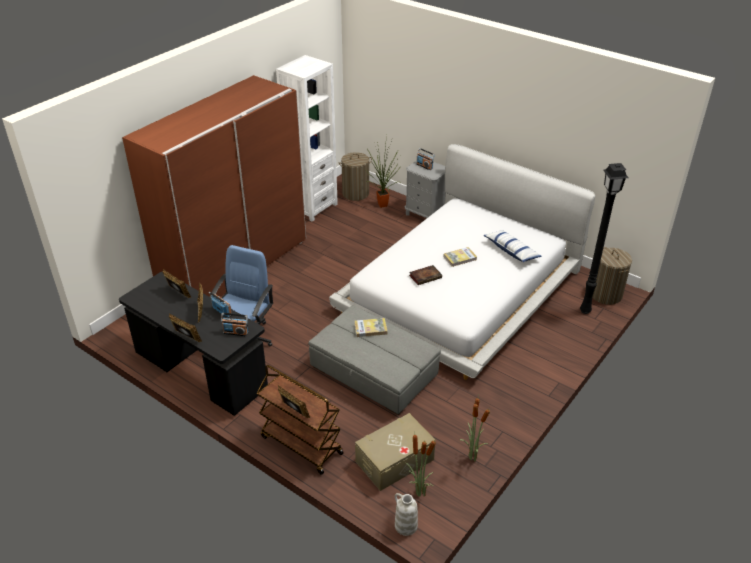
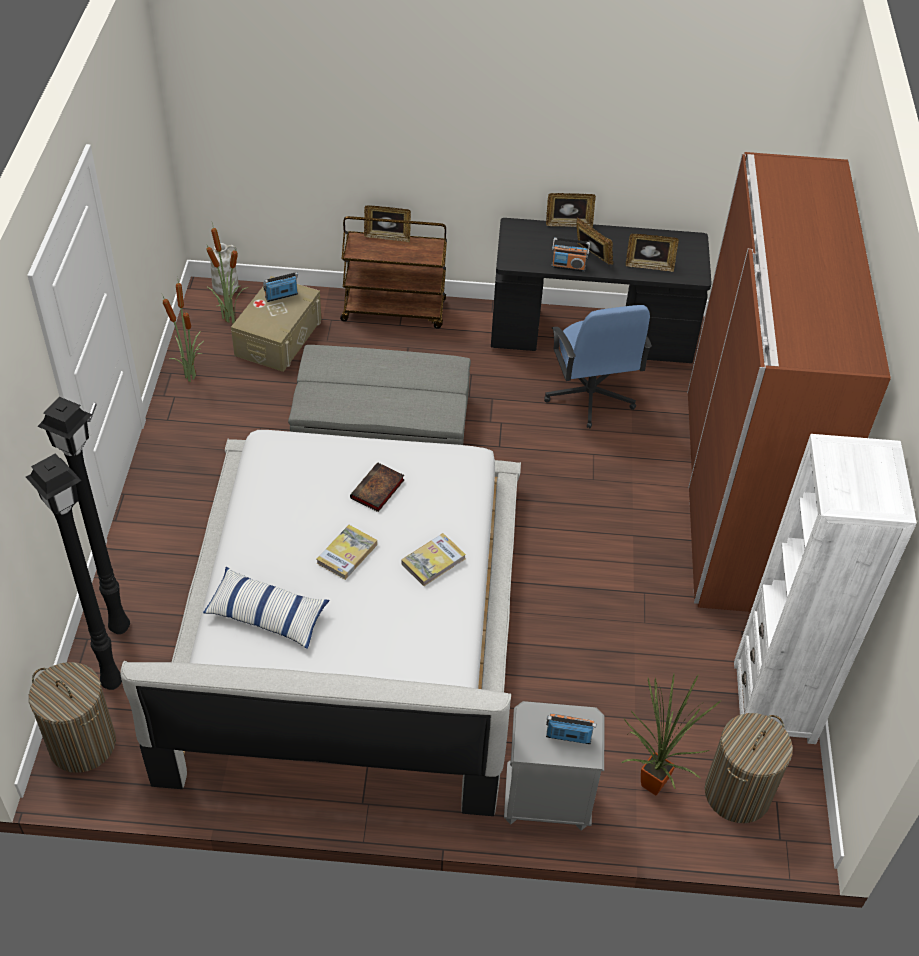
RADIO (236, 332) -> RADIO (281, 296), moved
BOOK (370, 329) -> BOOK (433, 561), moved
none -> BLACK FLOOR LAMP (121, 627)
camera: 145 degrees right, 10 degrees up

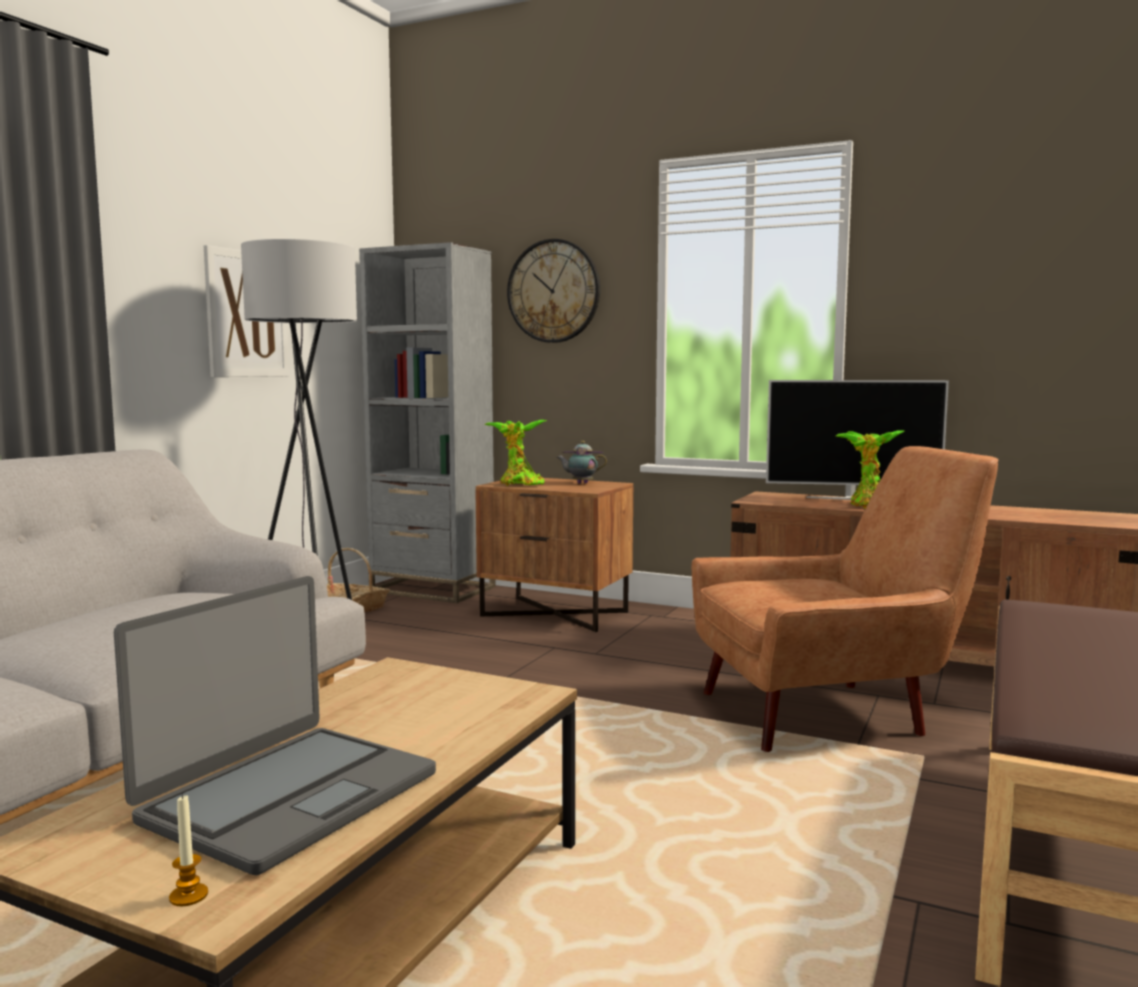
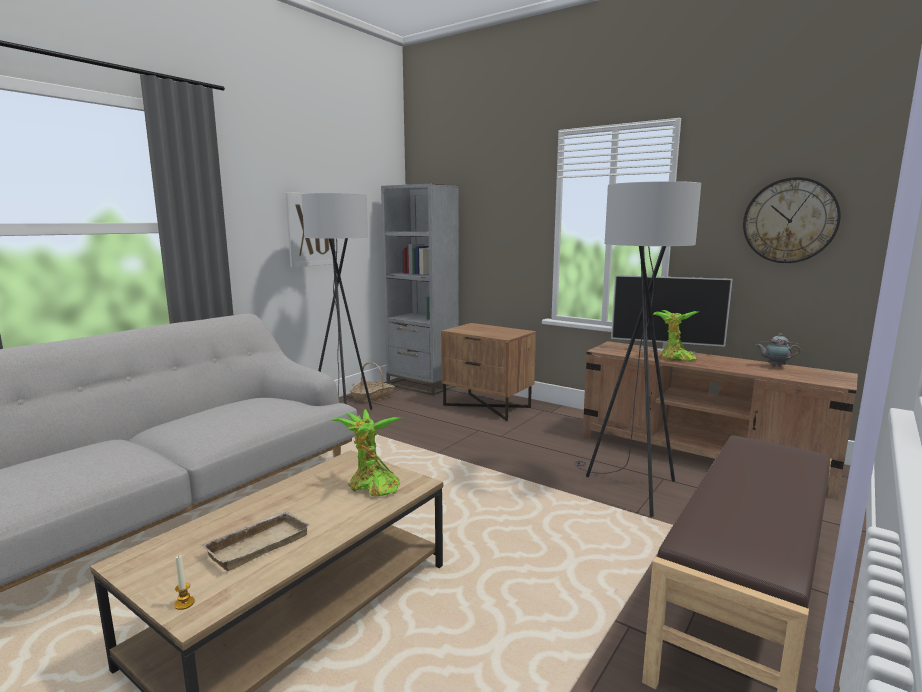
WALL CLOCK (554, 291) -> WALL CLOCK (790, 220), moved
POTTED PLANT (519, 484) -> POTTED PLANT (371, 486), moved
TEAPOT (581, 483) -> TEAPOT (774, 366), moved
BROWN ARMCHAIR (831, 712) -> GREY FLOOR LAMP (628, 489)
LAPTOP (288, 796) -> BEIGE TRAY (258, 544)
camera: 10 degrees right, 5 degrees up

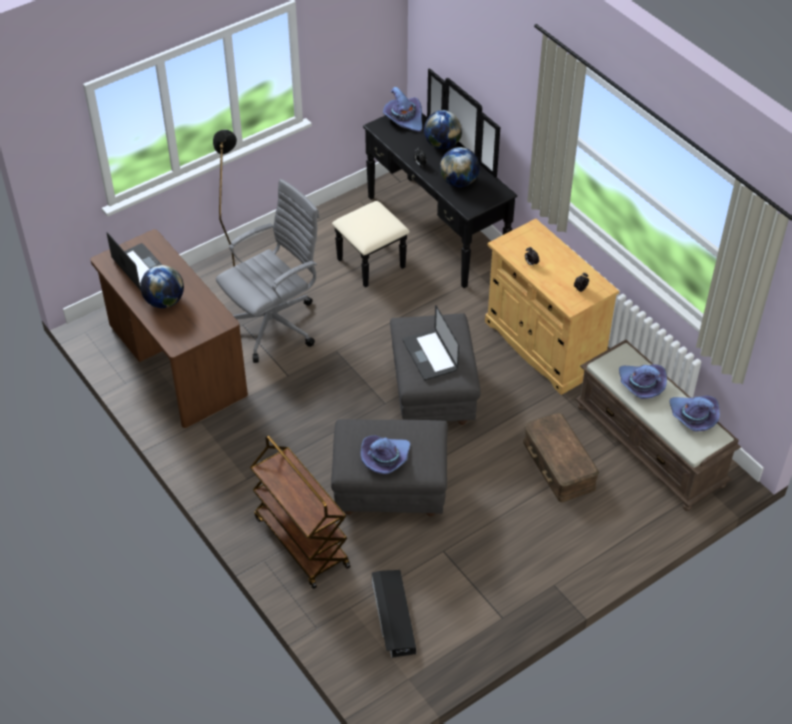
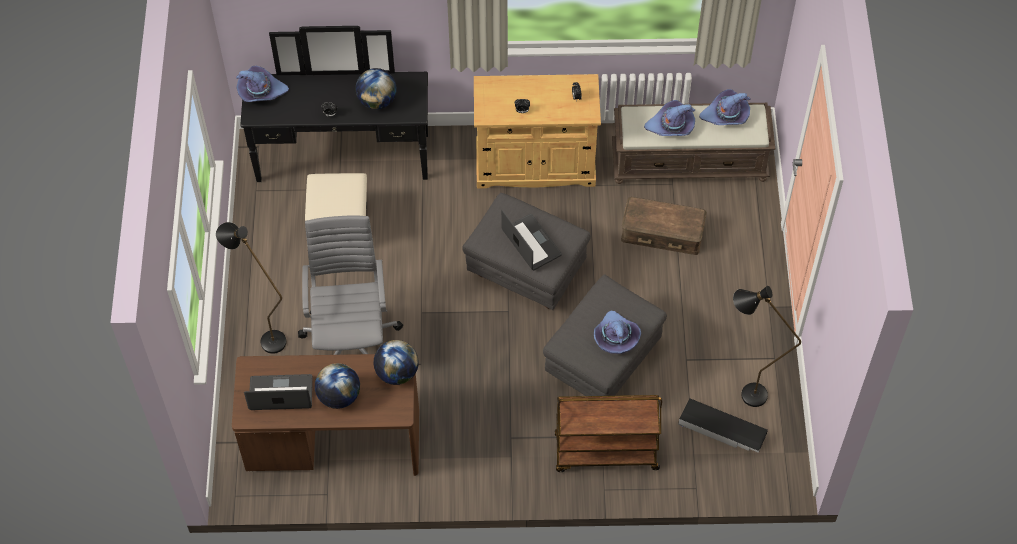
GLOBE (442, 144) -> GLOBE (397, 373), moved
LAPTOP (430, 355) -> LAPTOP (531, 243), 135 degrees counterclockwise
none -> BLACK FLOOR LAMP (744, 394)
camera: 55 degrees left, 10 degrees up

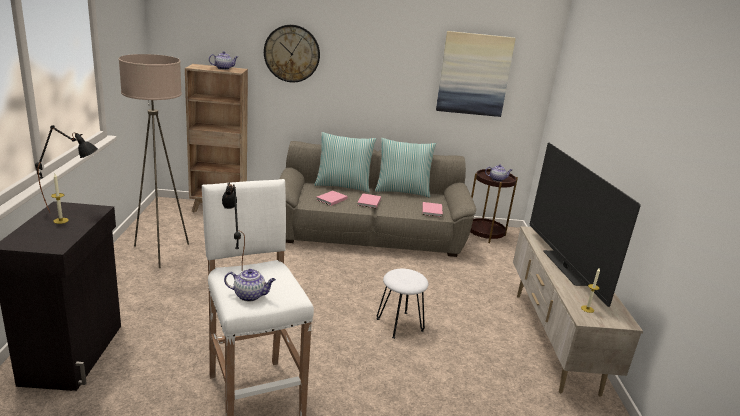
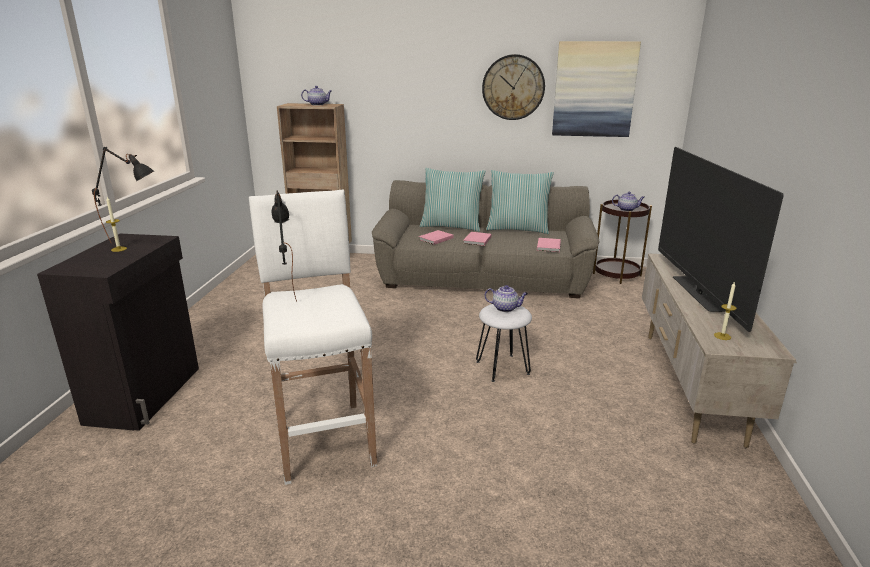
WALL CLOCK (292, 53) -> WALL CLOCK (513, 87), moved
BEIGE FLOOR LAMP (161, 252) -> none
TEAPOT (250, 295) -> TEAPOT (505, 308), moved
camera: 10 degrees right, 0 degrees up

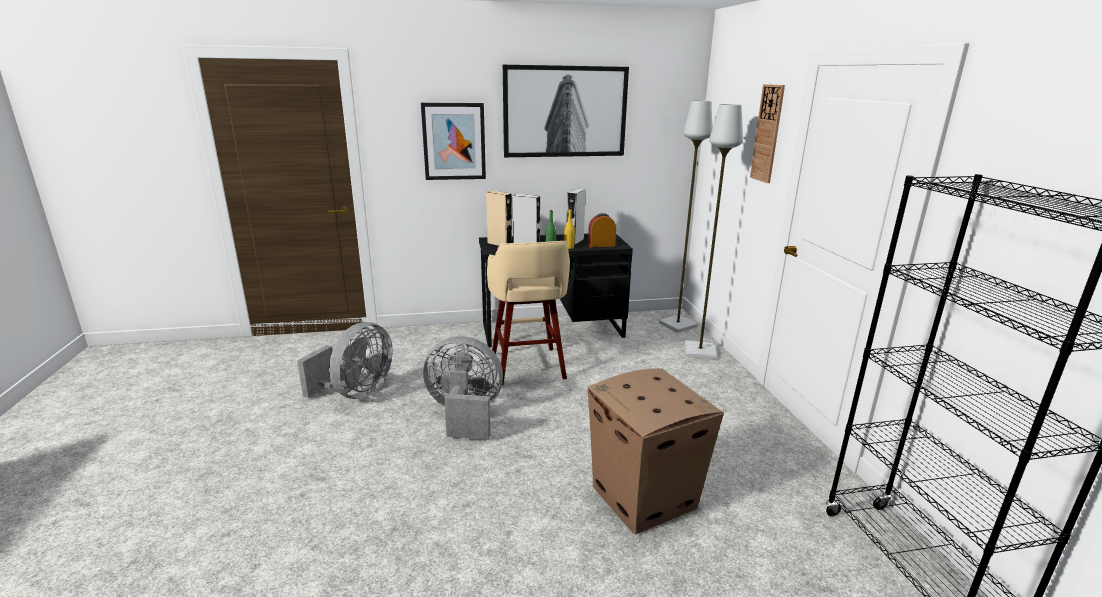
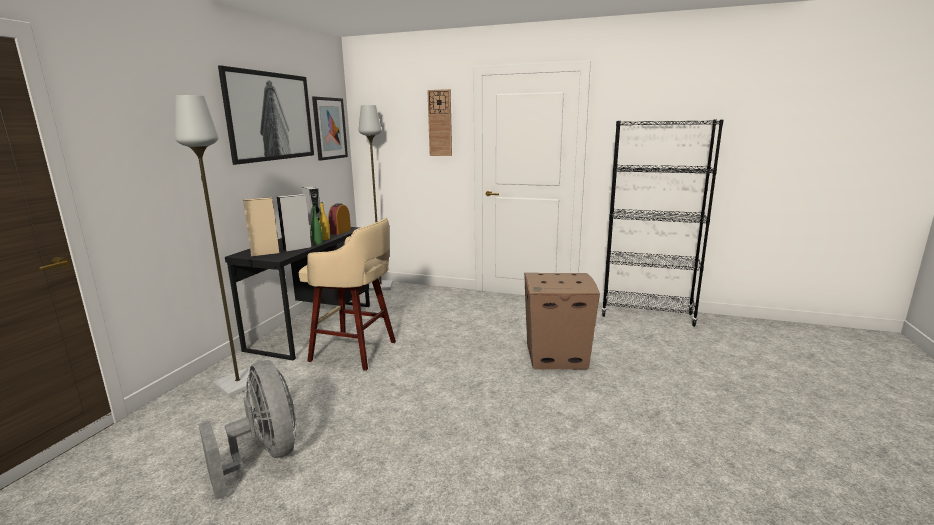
PICTURE (454, 141) -> PICTURE (329, 128), moved
GREY FLOOR LAMP (699, 351) -> GREY FLOOR LAMP (237, 384), moved
GREY FAN (464, 415) -> none
camera: 60 degrees left, 5 degrees down

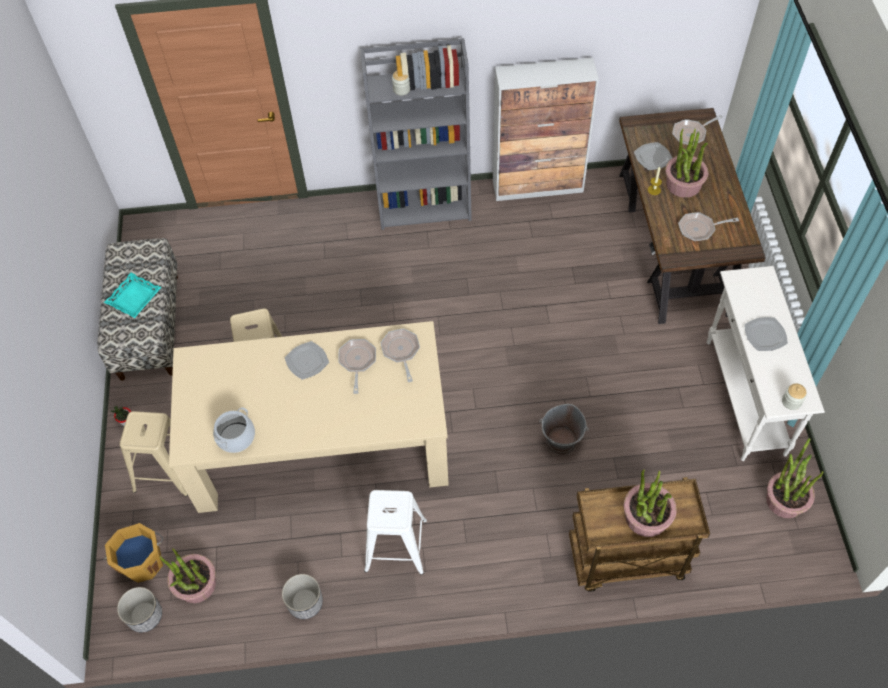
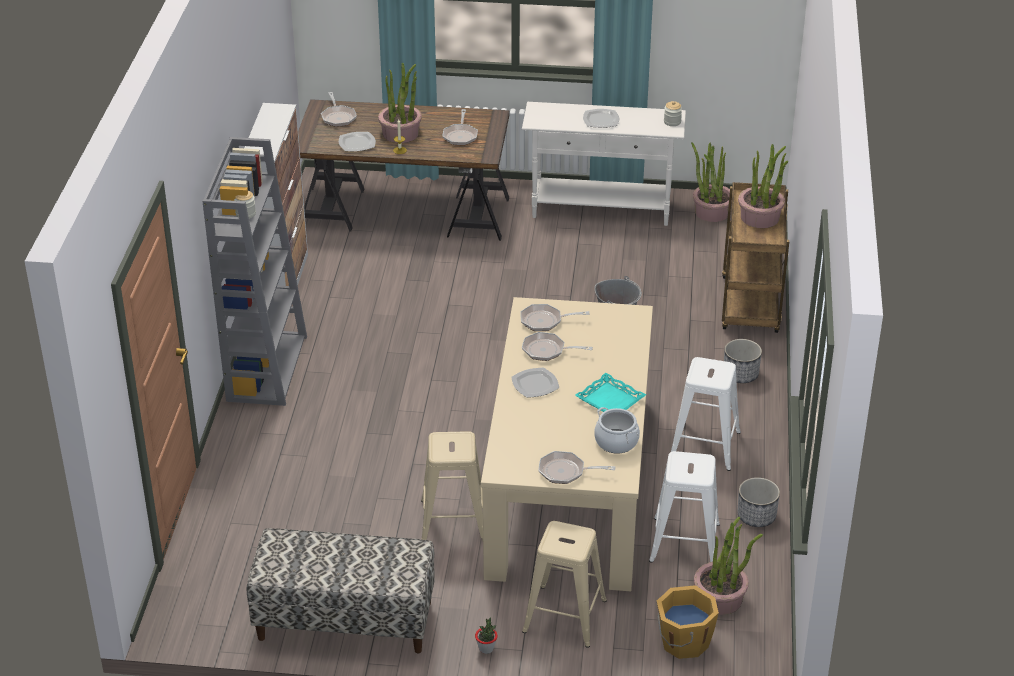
TURQUOISE TRAY (134, 297) -> TURQUOISE TRAY (609, 400), moved
PLANTER (145, 616) -> PLANTER (741, 374), moved
none -> FRYING PAN (566, 472)
none -> WHITE STOOL (685, 543)
camera: 80 degrees left, 20 degrees down

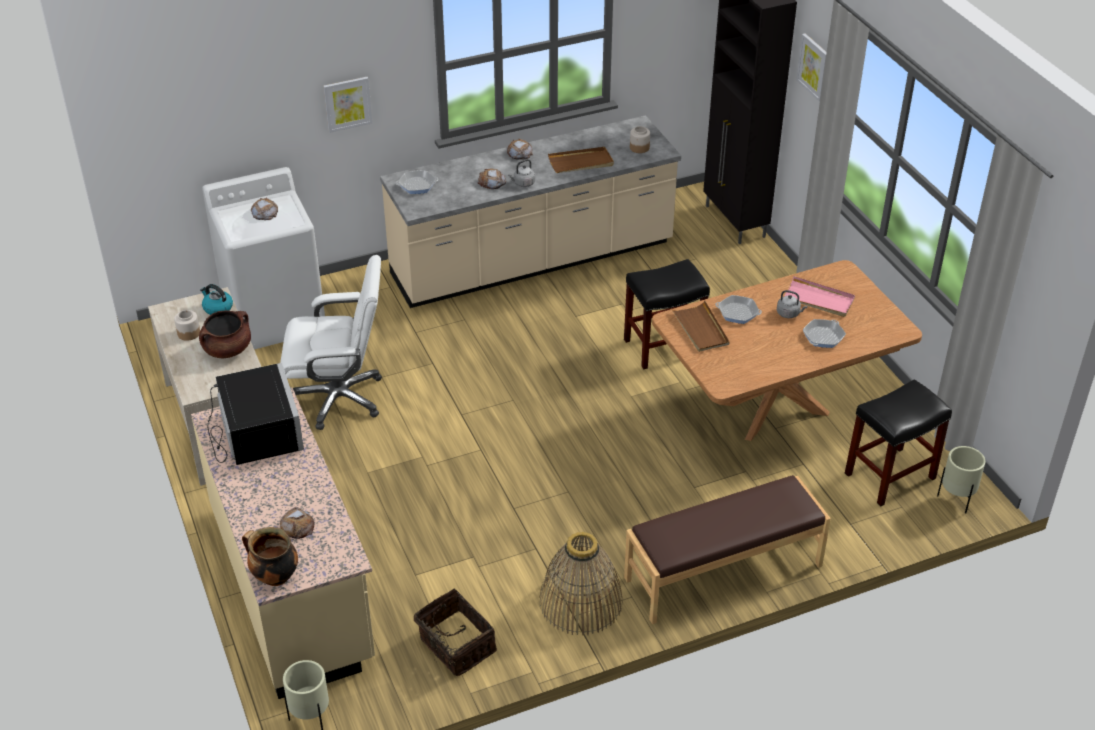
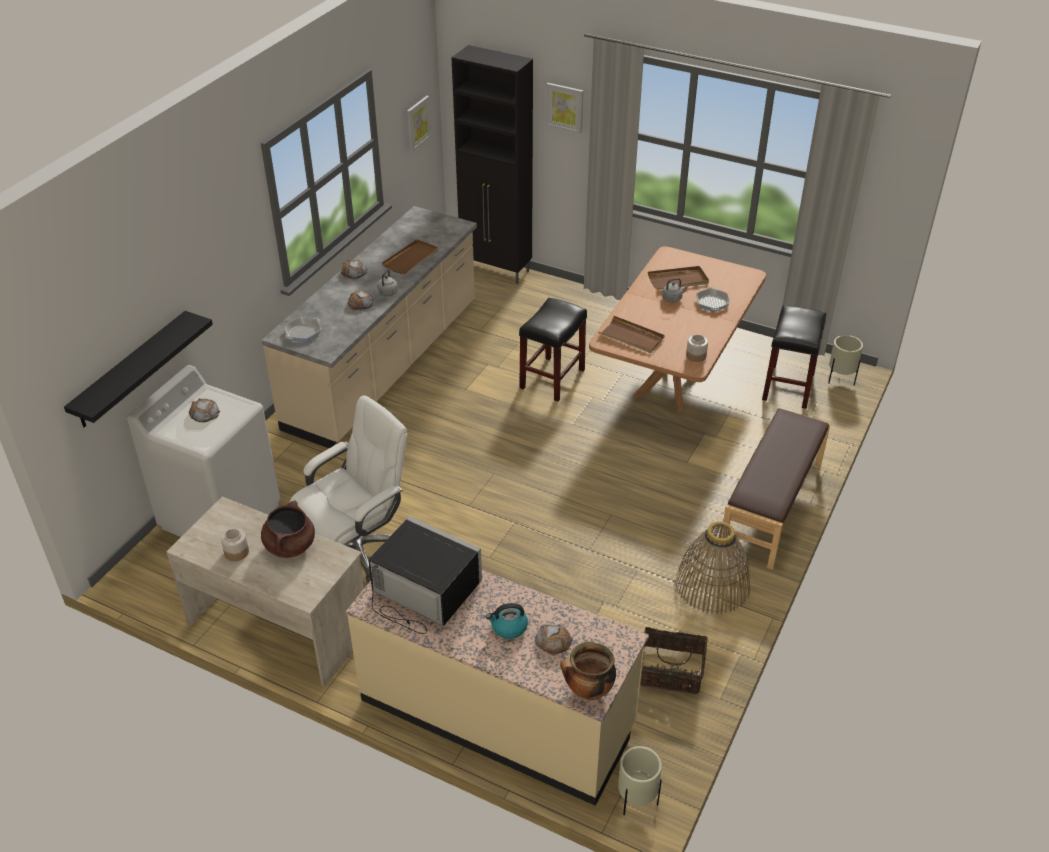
PICTURE (347, 103) -> PICTURE (418, 123), moved
JAR (639, 148) -> JAR (696, 356), moved
PINK TRAY (818, 299) -> BROWN TRAY (678, 280)
KETTLE (217, 308) -> KETTLE (508, 627), moved
FRYING PAN (738, 312) -> none
none -> BLACK SHELF (131, 370)
camera: 40 degrees left, 0 degrees up

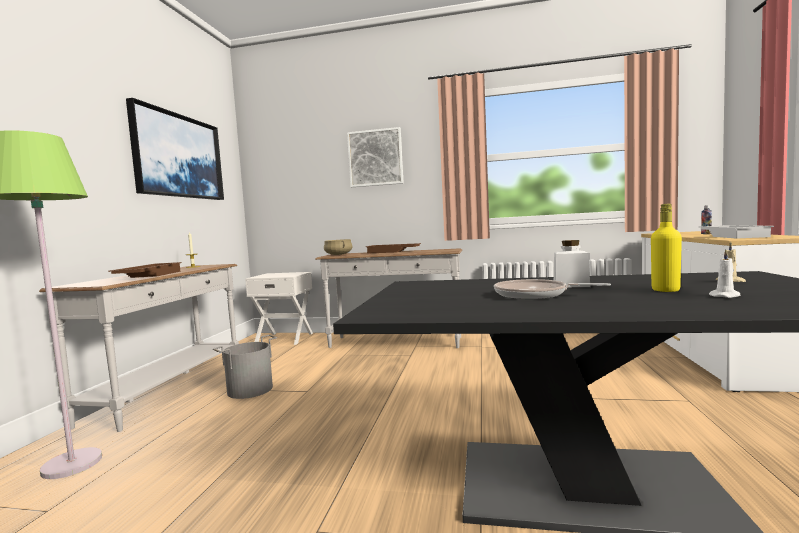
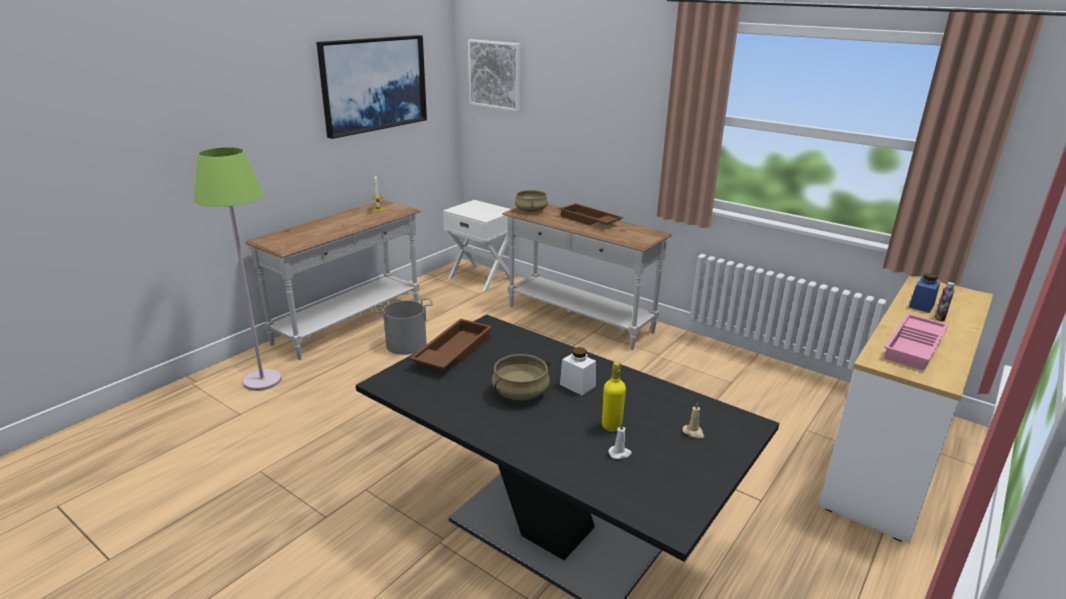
PICTURE (375, 158) -> PICTURE (495, 75), moved
WHITE TRAY (734, 236) -> PINK TRAY (915, 347)
BROWN TRAY (148, 276) -> BROWN TRAY (452, 351), moved
FRYING PAN (535, 295) -> BEIGE COOKING POT (520, 393)
none -> BLUE JAR (921, 306)
camera: 25 degrees right, 20 degrees up

